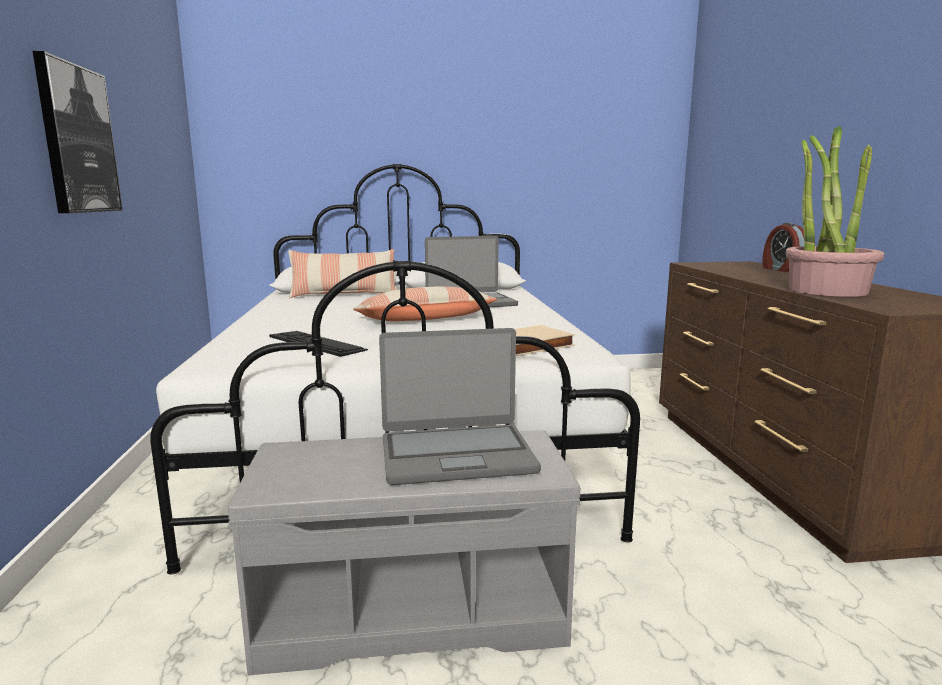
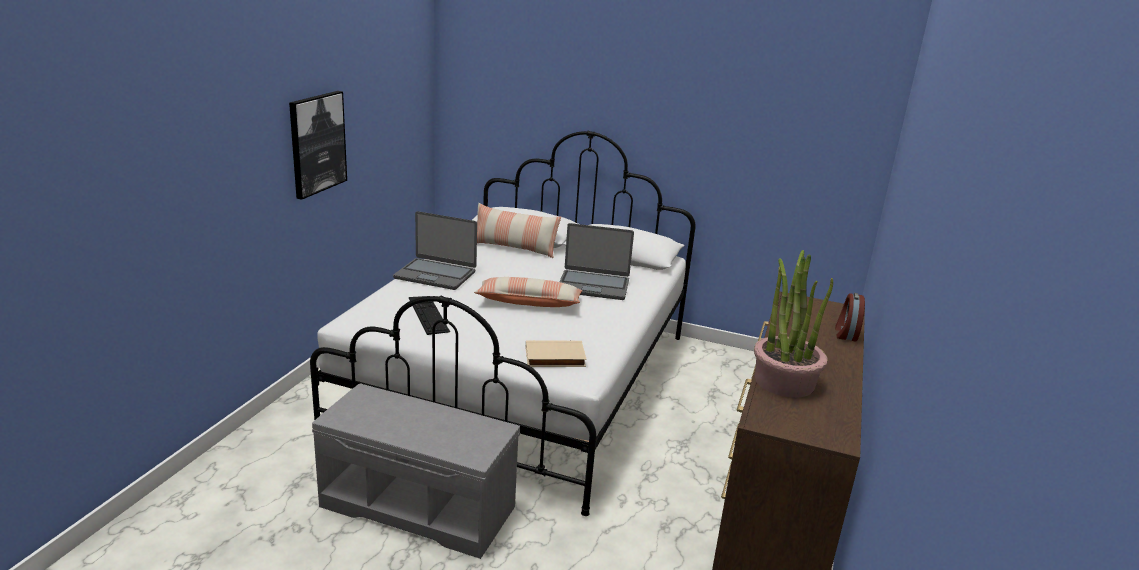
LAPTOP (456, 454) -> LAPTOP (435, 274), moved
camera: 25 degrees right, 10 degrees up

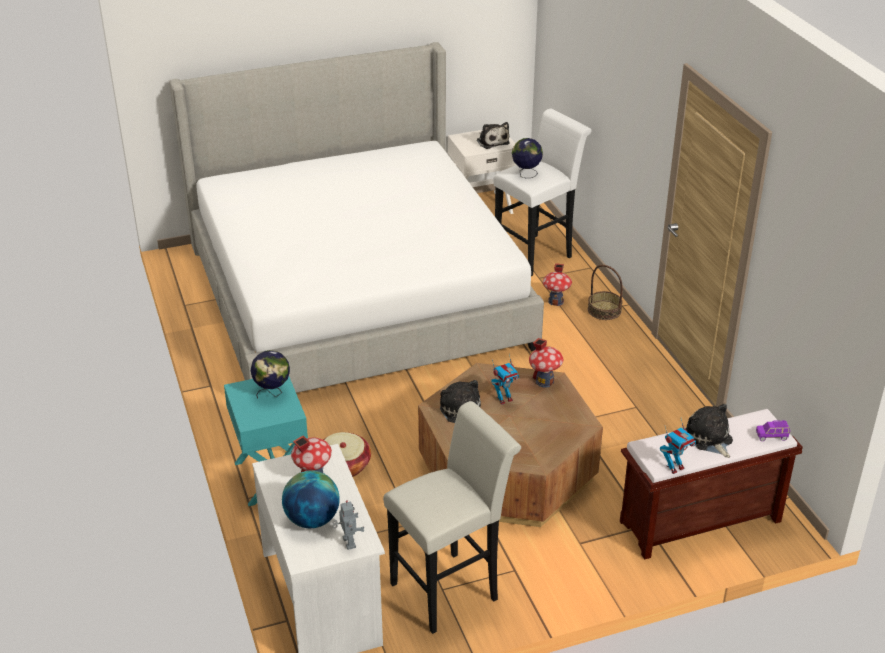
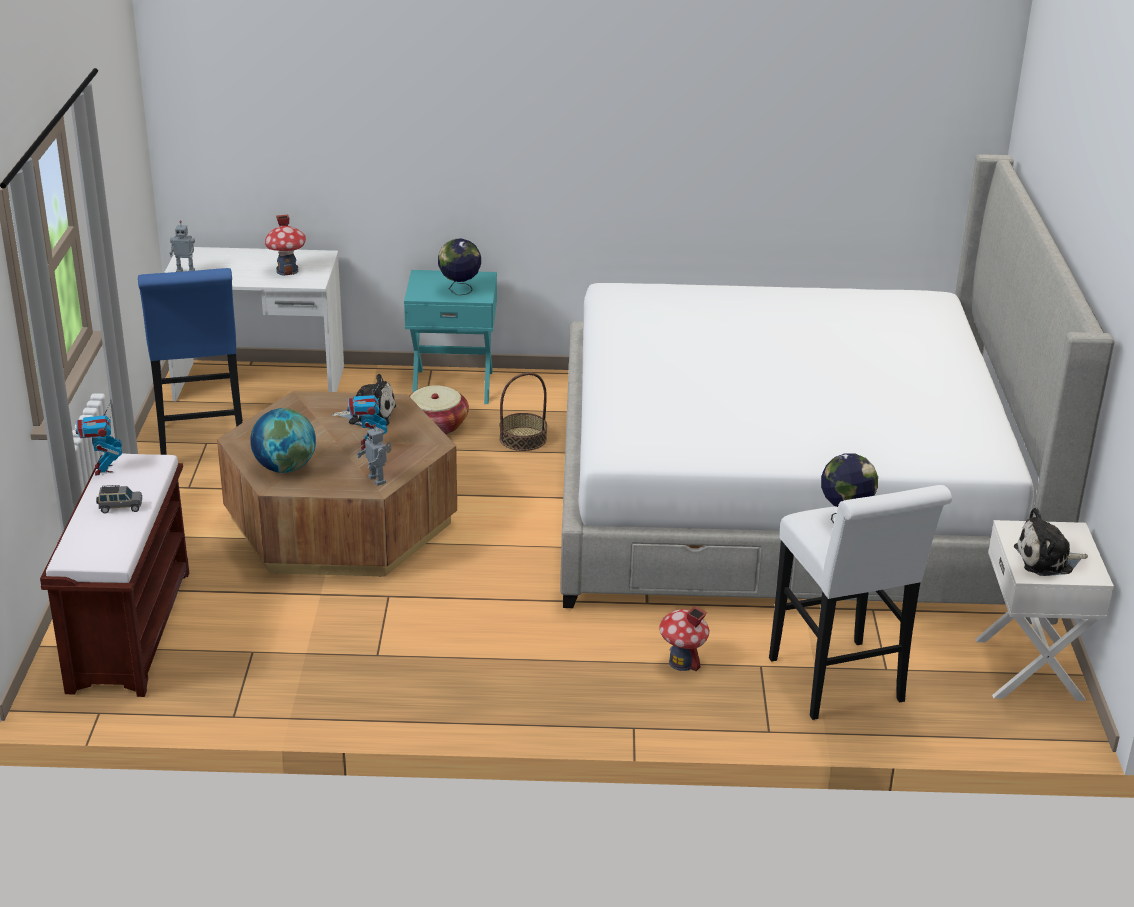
BASKET (604, 310) -> BASKET (523, 438), moved
TOY HOUSE (544, 381) -> TOY ROBOT (378, 480)
WHITE STOOL (451, 588) -> BLUE STOOL (202, 447)
PLUSH TOY (709, 439) -> GREY TOY CAR (120, 508)
PURPLE TOY CAR (772, 436) -> none
GLOBE (312, 520) -> GLOBE (285, 468), moved
camera: 110 degrees right, 5 degrees down

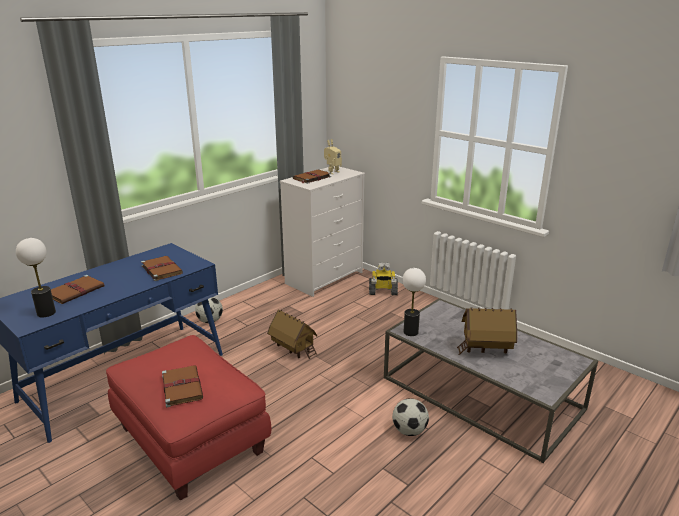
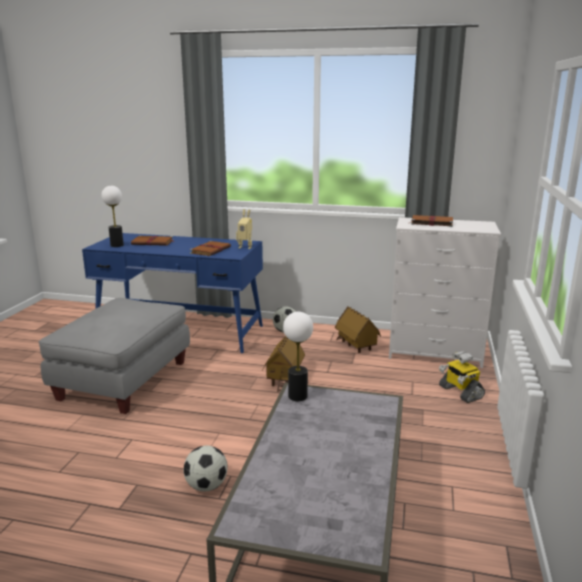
TOY ROBOT (332, 172) -> TOY ROBOT (246, 247), moved
TOY HOUSE (485, 349) -> TOY HOUSE (356, 346), moved
RED OTTOMAN (190, 440) -> GREY OTTOMAN (123, 380)
BROWN BOOK (182, 387) -> none
camera: 60 degrees right, 5 degrees down

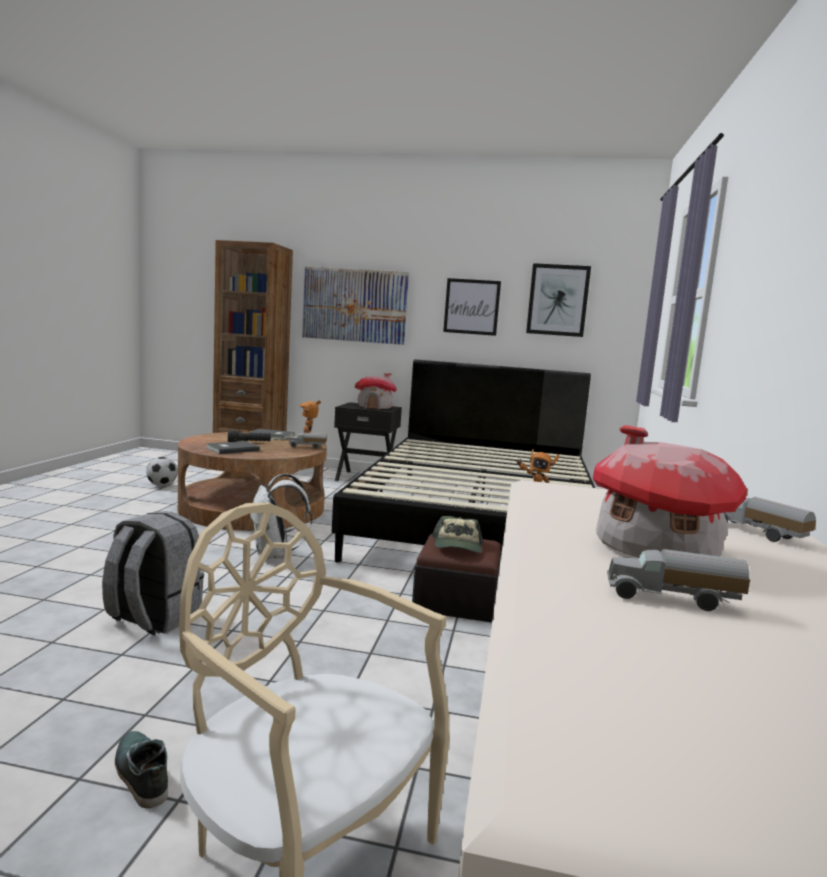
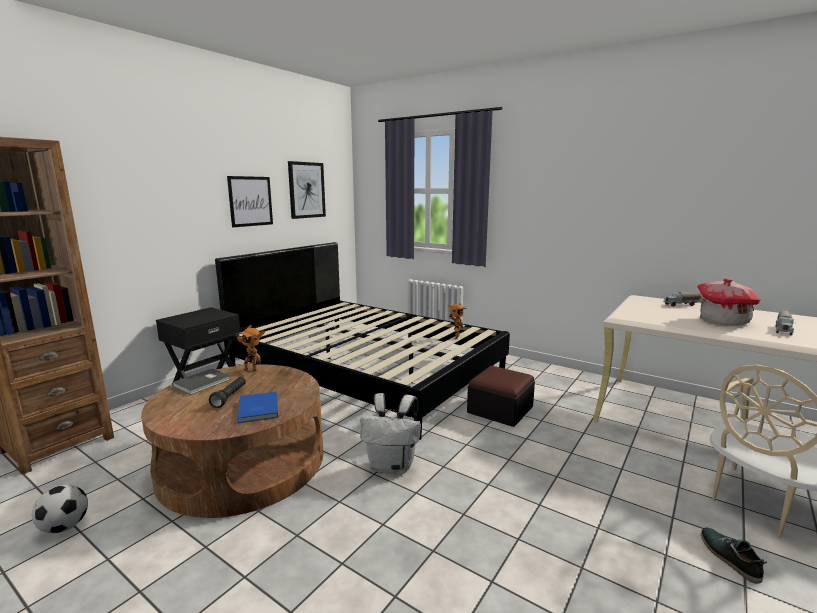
PICTURE (354, 305) -> none
TOY HOUSE (375, 407) -> none
TOY TRUCK (307, 447) -> none
GREY BOOK (231, 449) -> BLUE BOOK (257, 409)
GREY BACKPACK (153, 618) -> none
CAP (457, 546) -> none
SHOE (140, 774) -> SHOE (728, 557), 90 degrees clockwise
camera: 65 degrees left, 5 degrees up

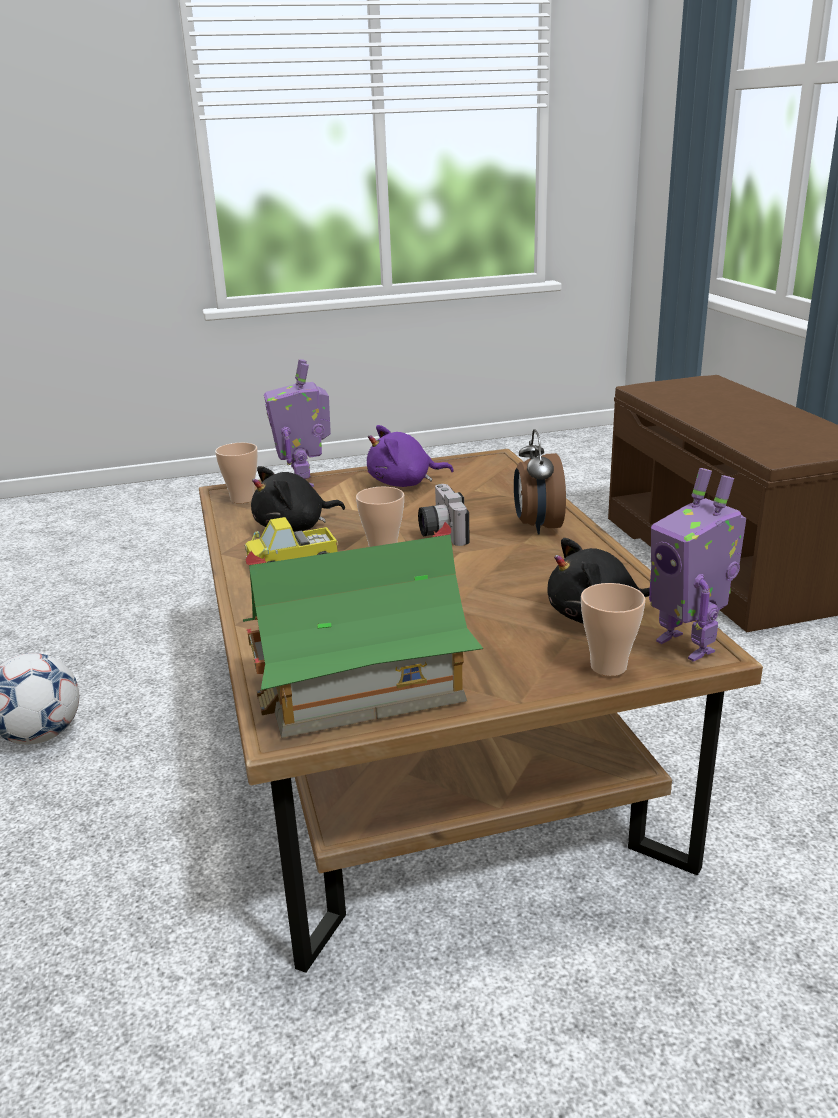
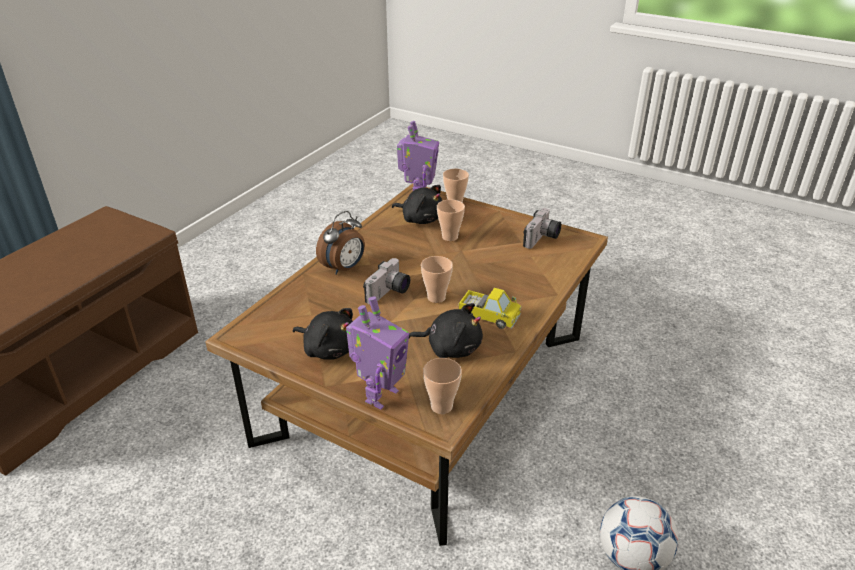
PURPLE PLUSH TOY (404, 483) -> BLACK PLUSH TOY (329, 349)
TOY HOUSE (360, 686) -> PHOTO CAMERA (542, 239)
none -> CUP (450, 237)
camera: 135 degrees left, 10 degrees up

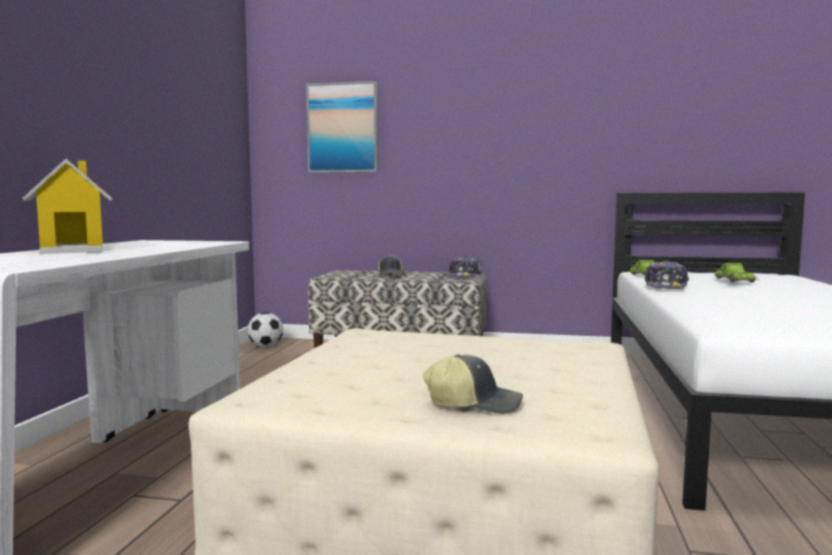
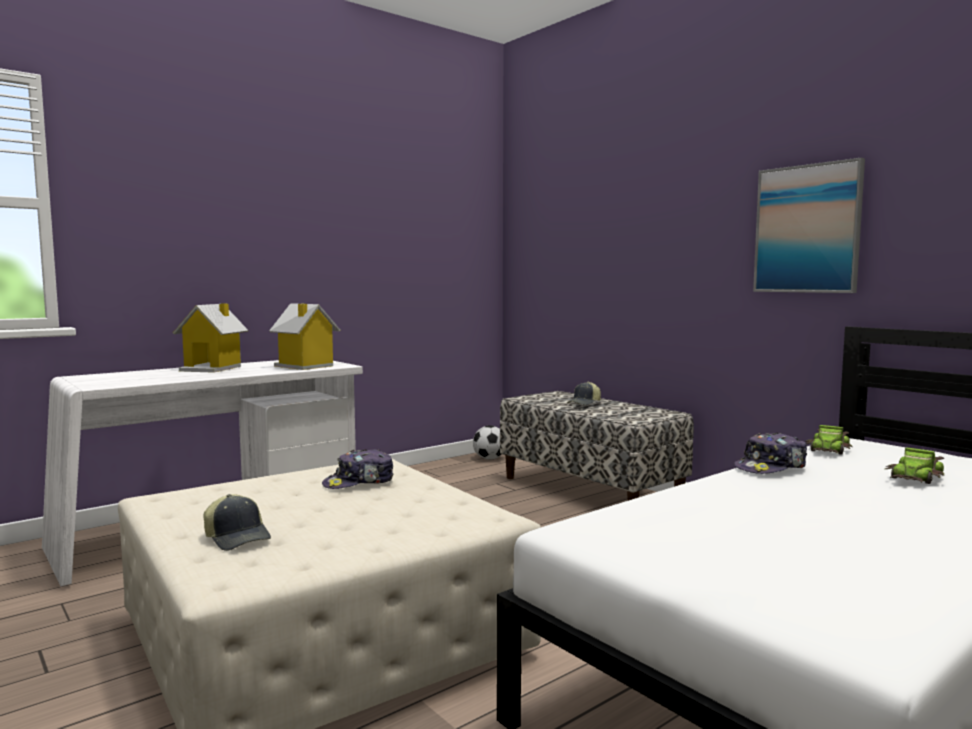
PICTURE (343, 128) -> PICTURE (807, 229), moved
CAP (465, 276) -> CAP (359, 482), moved
none -> TOY HOUSE (304, 366)
camera: 40 degrees right, 0 degrees up

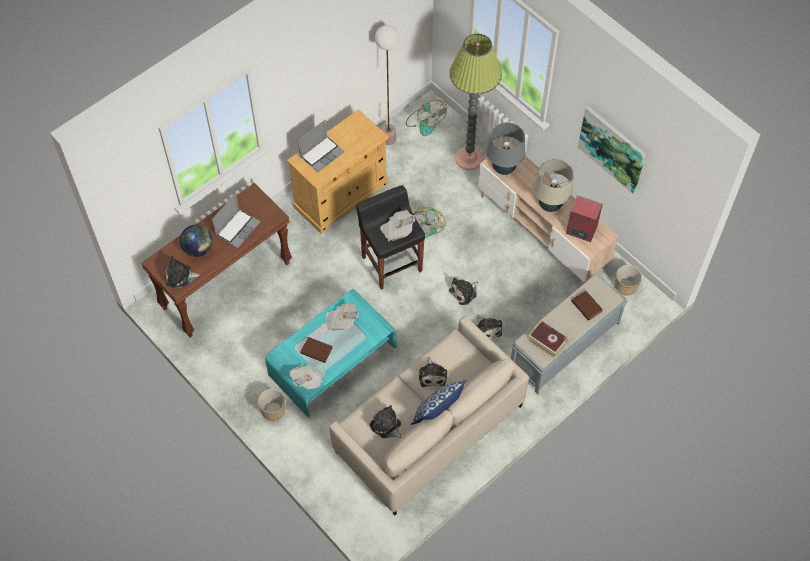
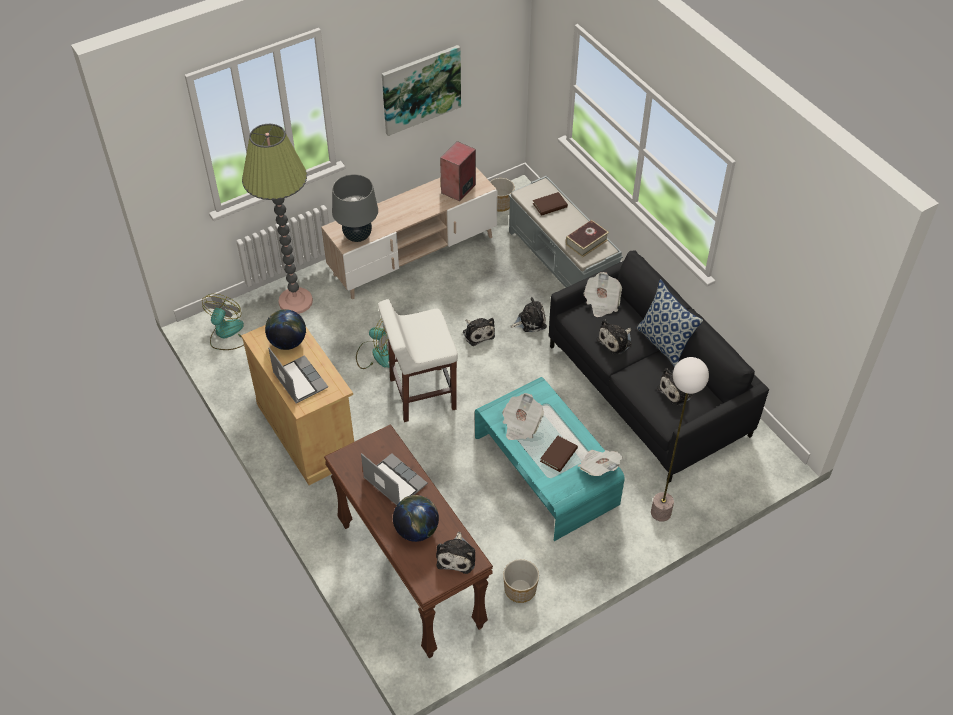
FLOOR LAMP (388, 139) -> FLOOR LAMP (661, 513), moved
FAN (425, 122) -> FAN (226, 334), 60 degrees counterclockwise
BEIGE TABLE LAMP (550, 205) -> none
BLACK STOOL (391, 263) -> WHITE STOOL (421, 394)
NEWSPAPER (397, 230) -> NEWSPAPER (601, 302), moved
BEIGE SOFA (428, 428) -> BLACK SOFA (647, 391)
PLUSH TOY (432, 375) -> PLUSH TOY (616, 341), 135 degrees clockwise
PLANTER (273, 410) -> PLANTER (520, 589), moved
none -> GLOBE (288, 342)
camera: 80 degrees left, 10 degrees down

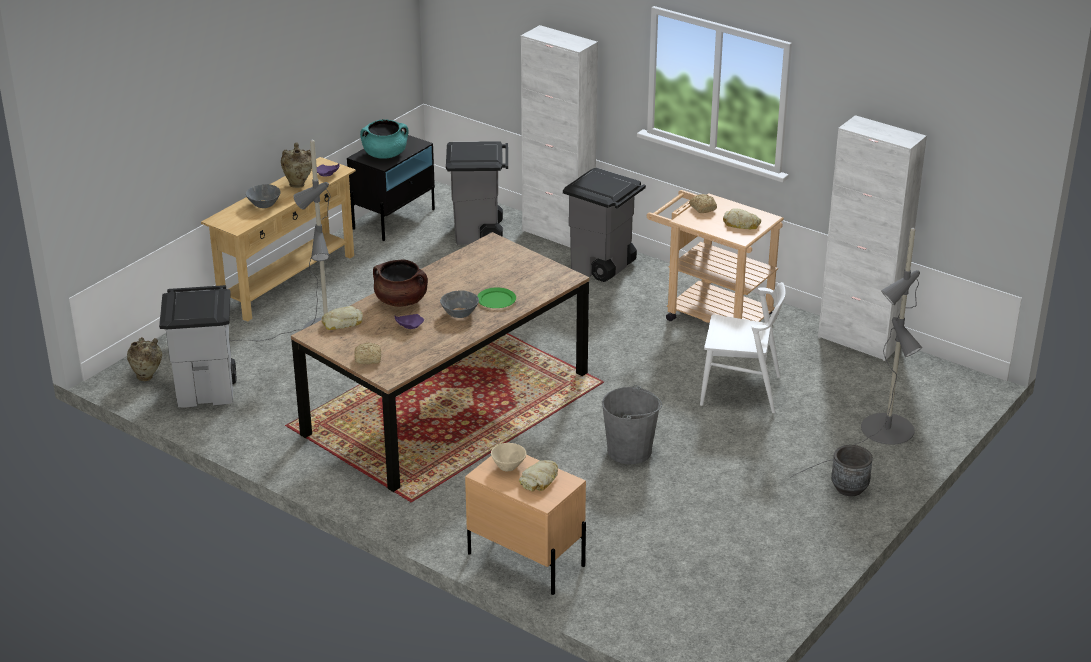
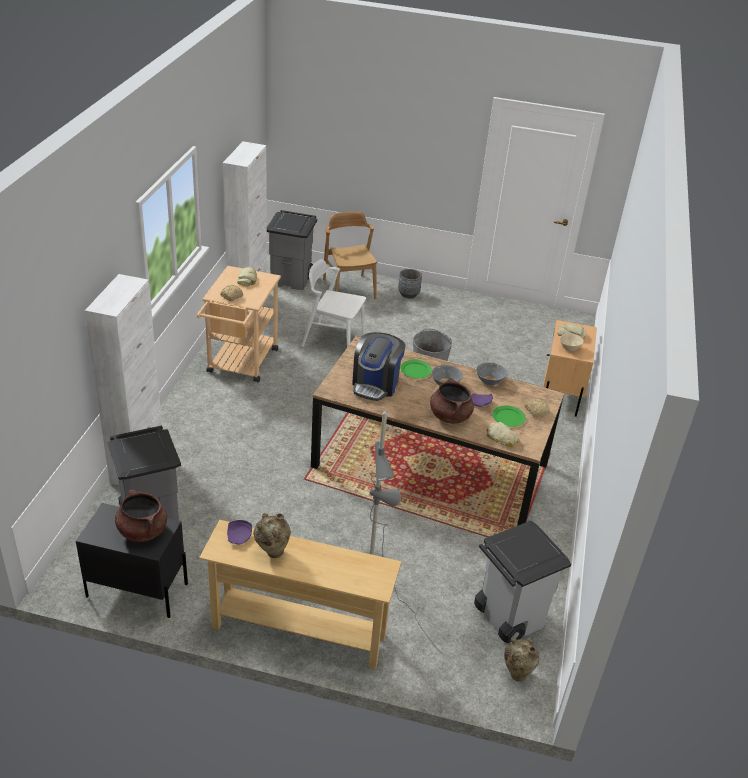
TURQUOISE COOKING POT (385, 155) -> BROWN COOKING POT (142, 531)
GREY TRASH CAN (602, 267) -> GREY TRASH CAN (292, 279), moved
GREY BOWL (264, 204) -> GREY BOWL (489, 380), moved
GREY FLOOR LAMP (879, 434) -> BROWN CHAIR (349, 289)
WHITE CHAIR (740, 391) -> WHITE CHAIR (333, 340), 60 degrees counterclockwise
none -> COFFEE MACHINE (376, 384)
none -> GREEN PLATE (508, 417)
camera: 115 degrees left, 5 degrees up

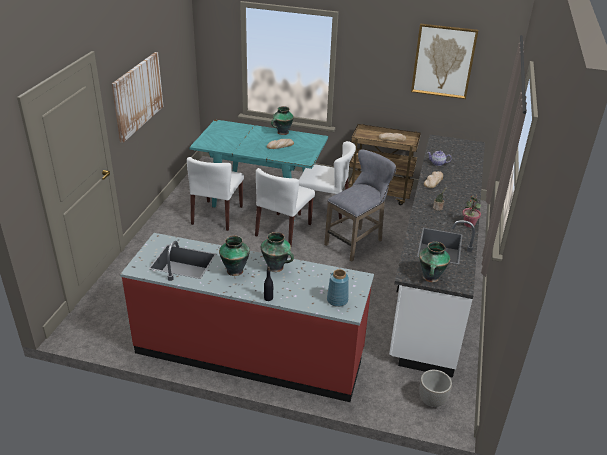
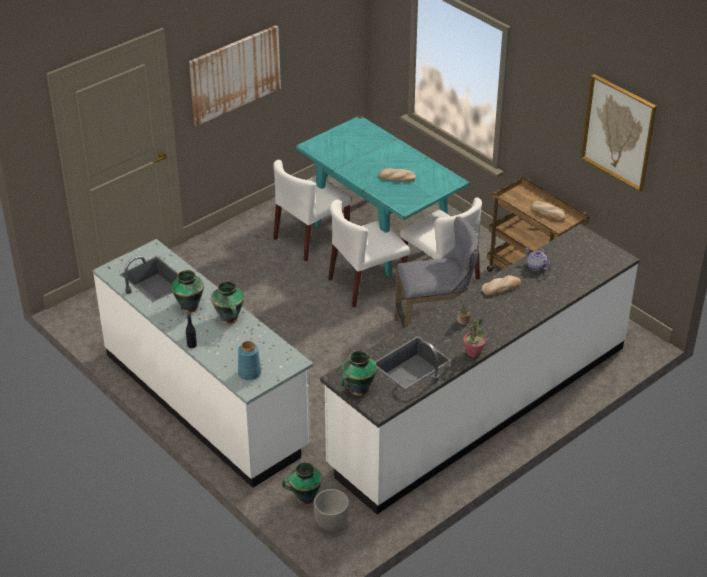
VASE (282, 132) -> VASE (304, 497), moved
RED COUNTER (250, 352) -> WHITE COUNTER (206, 400)
camera: 35 degrees right, 5 degrees up

